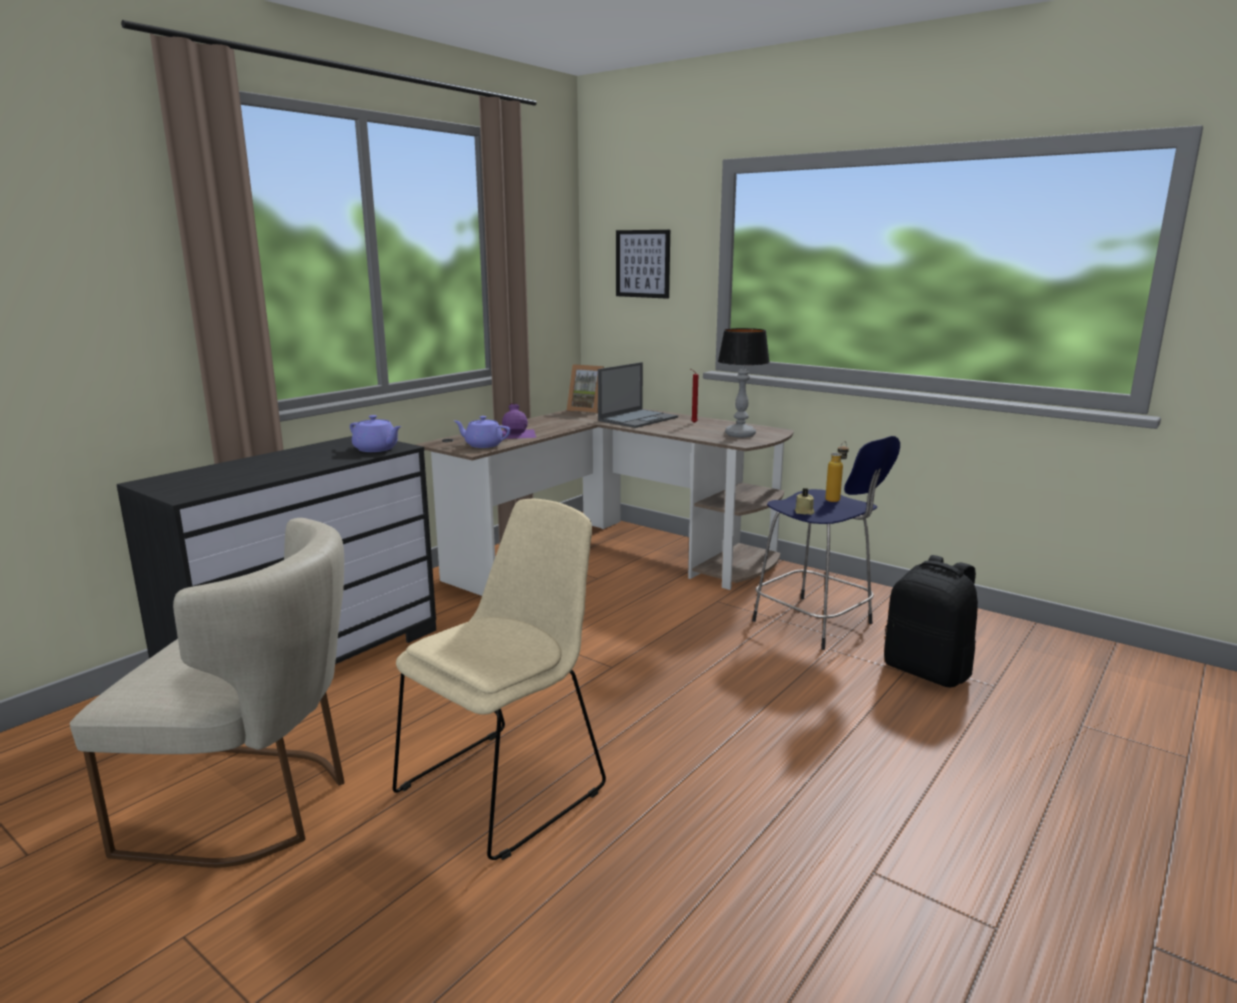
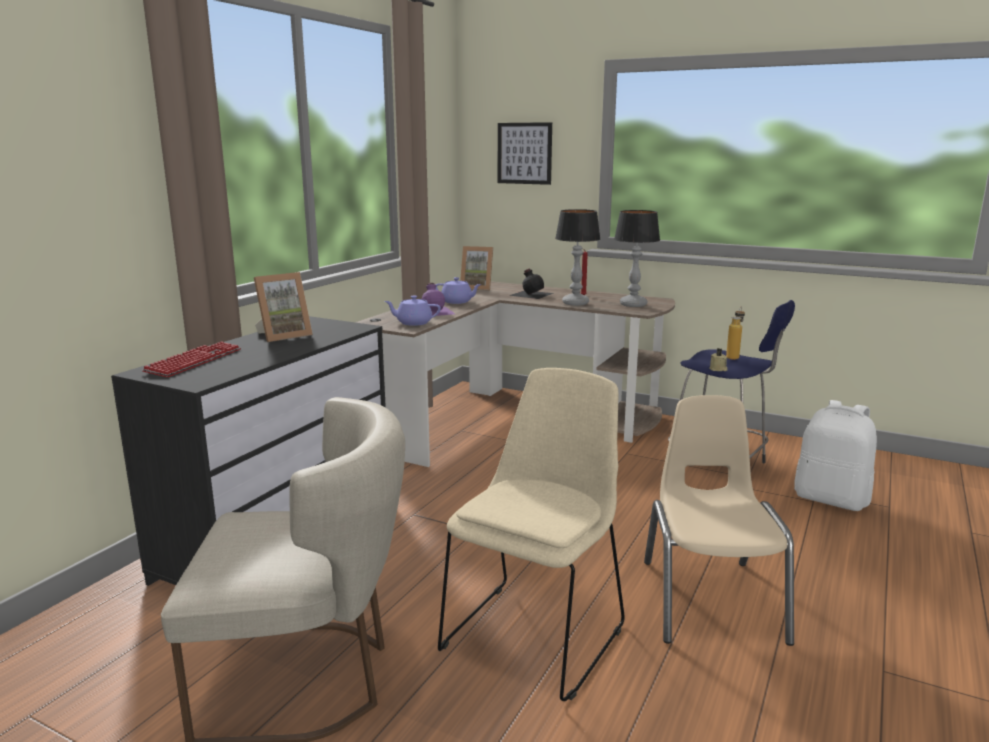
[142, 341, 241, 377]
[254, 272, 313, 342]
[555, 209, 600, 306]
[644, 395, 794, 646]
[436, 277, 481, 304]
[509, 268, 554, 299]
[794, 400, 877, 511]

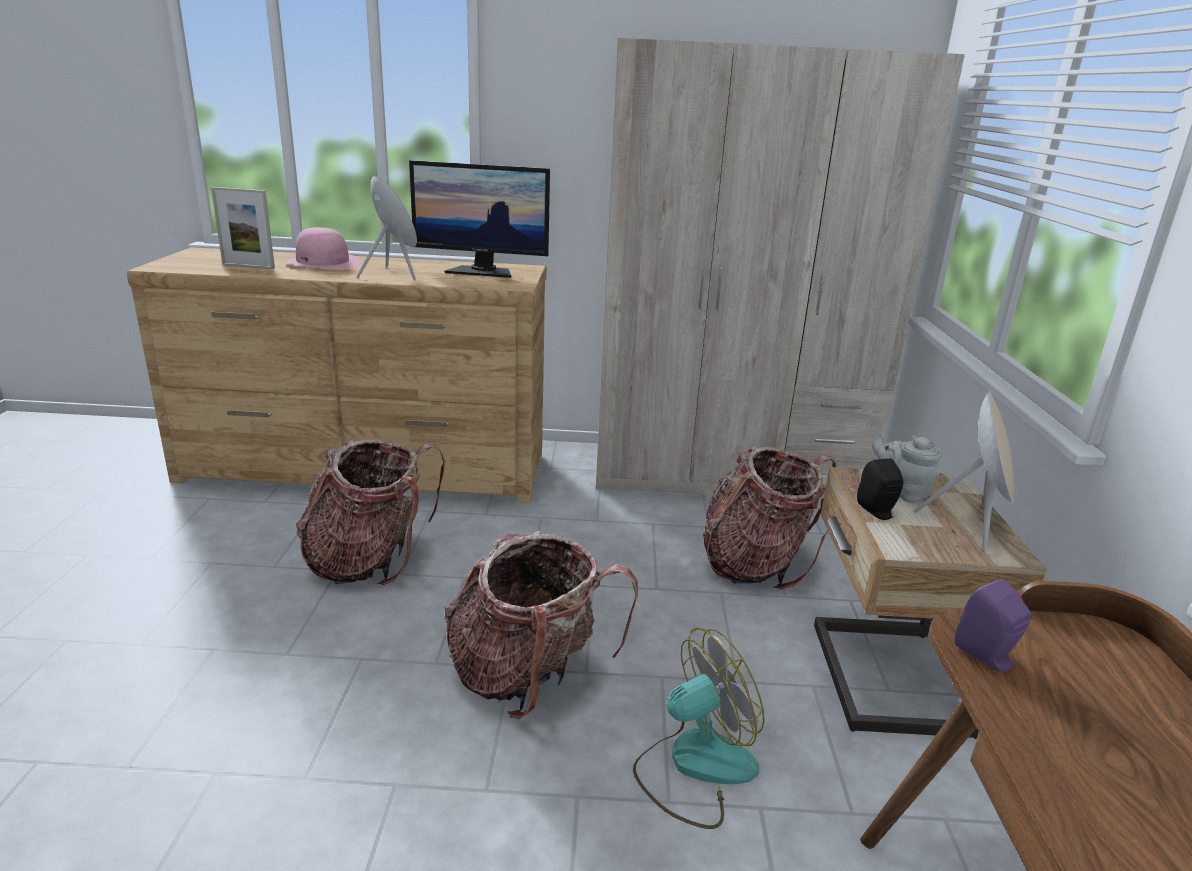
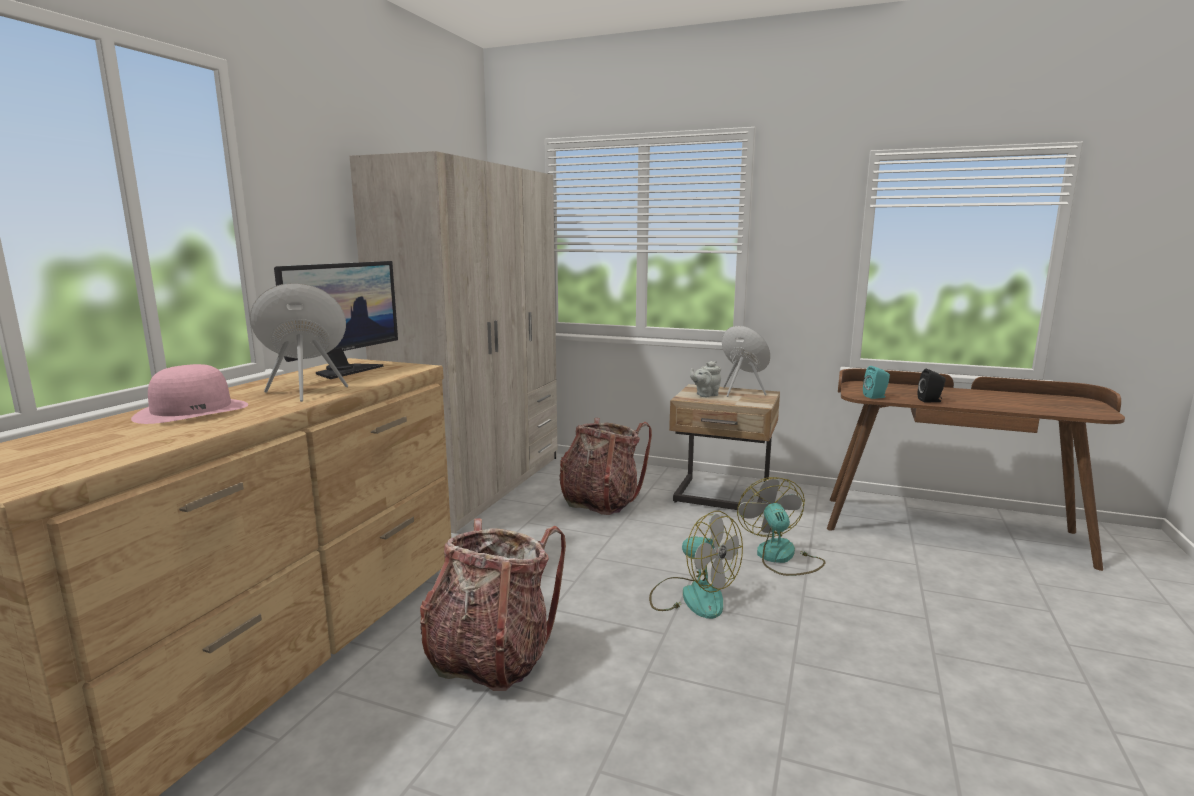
[211, 187, 275, 269] (first image)
[918, 369, 946, 402]
[649, 511, 743, 619]
[863, 366, 890, 399]

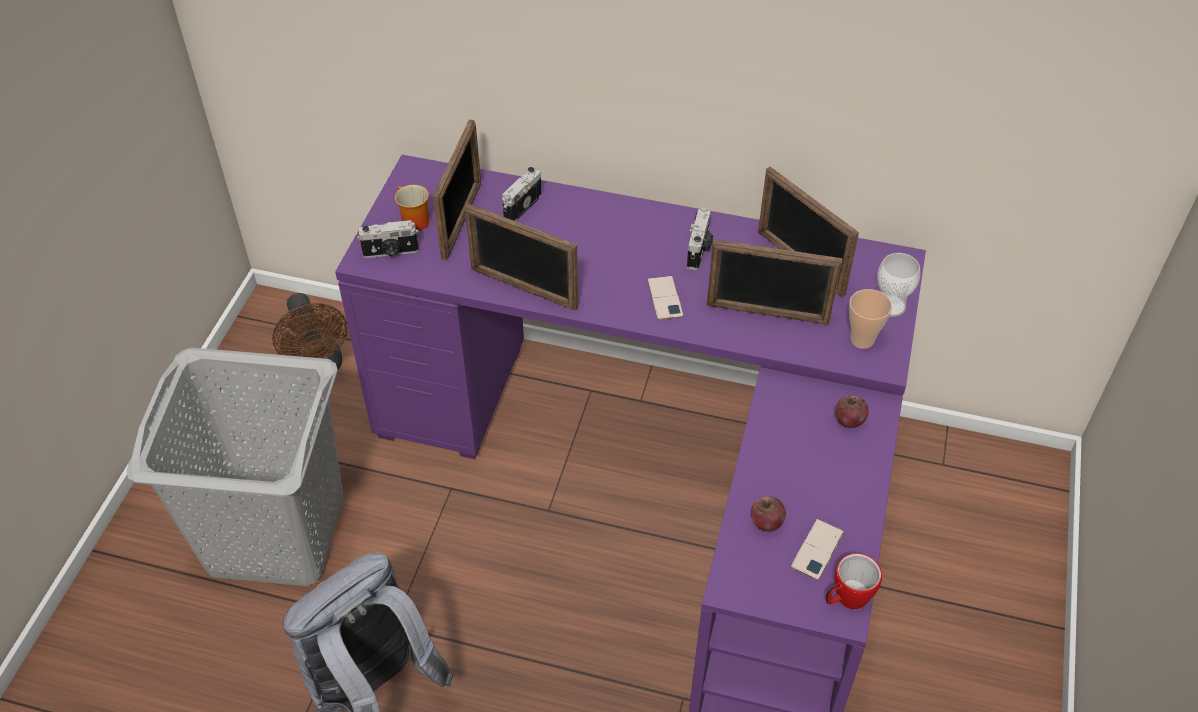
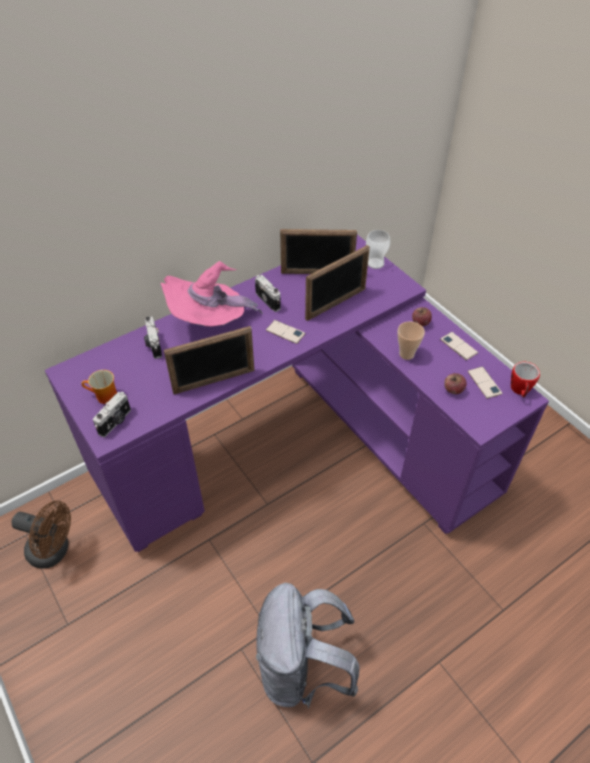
[127, 348, 344, 586] (first image)
[433, 119, 481, 260] (first image)
[160, 261, 263, 326]
[440, 332, 478, 360]
[397, 322, 425, 360]

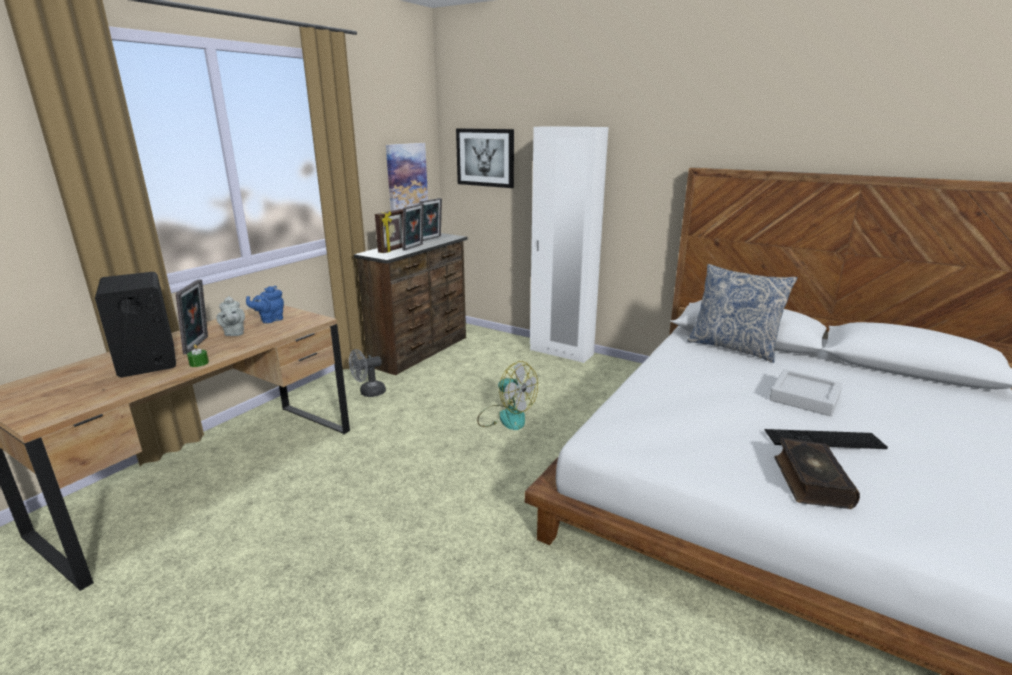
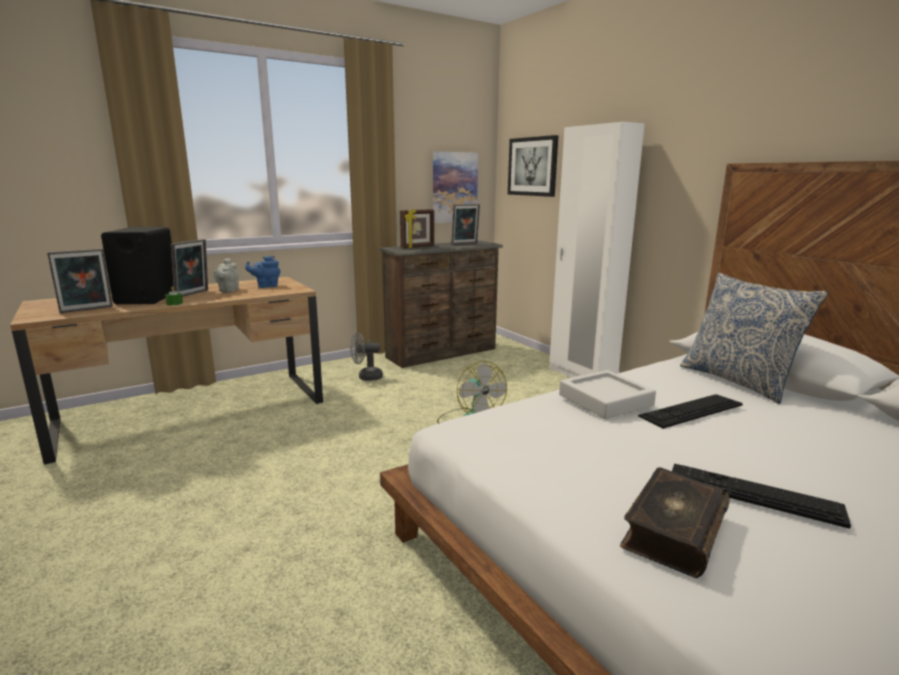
[638, 394, 743, 429]
[47, 249, 113, 313]
[559, 370, 656, 419]

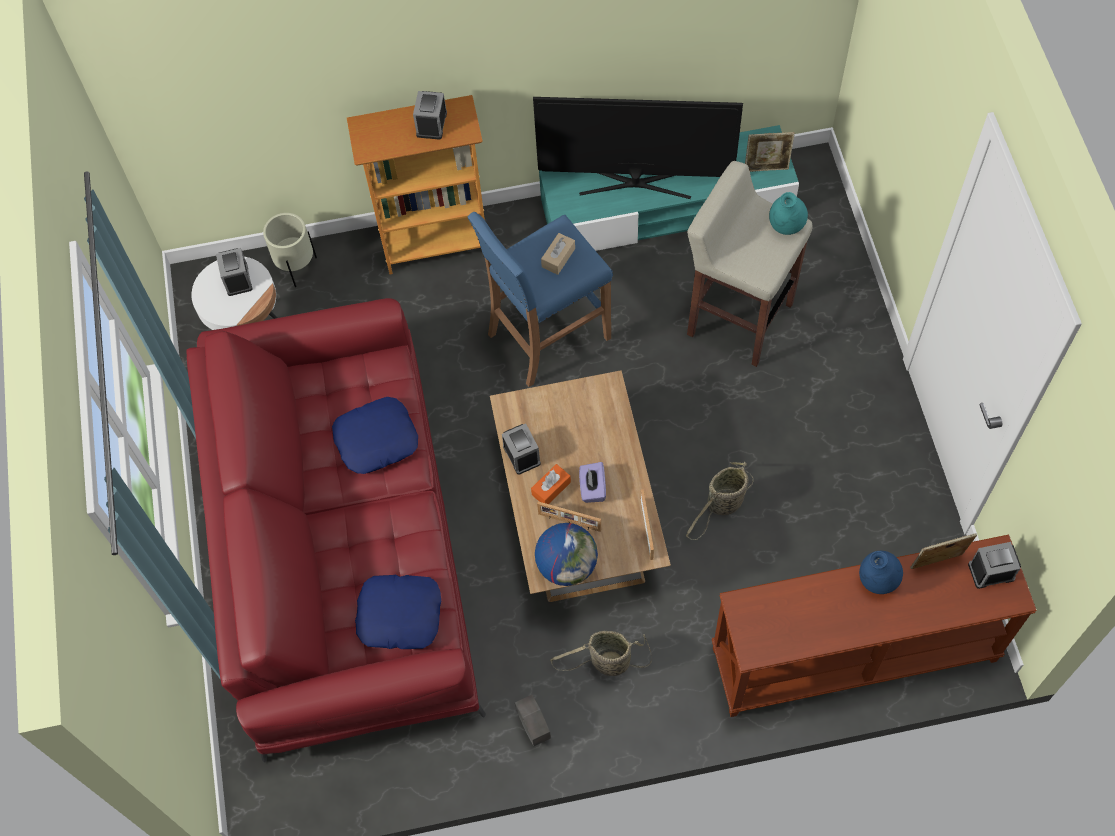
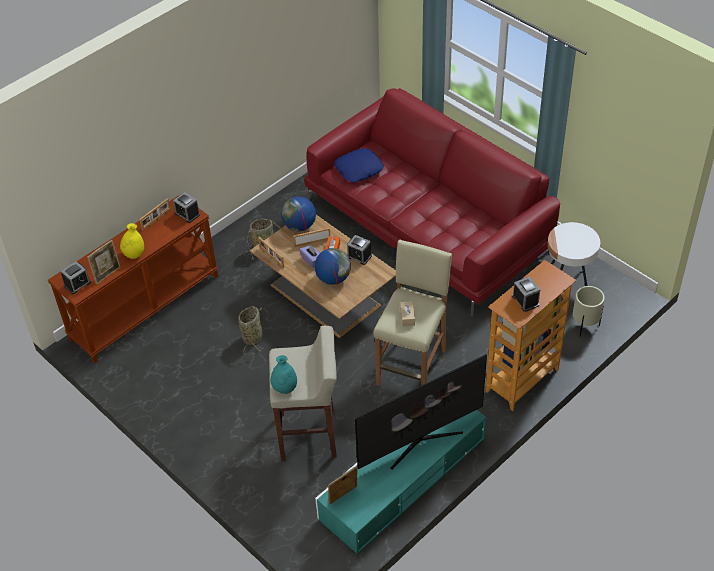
[332, 397, 418, 474] (first image)
[515, 695, 551, 746] (first image)
[139, 198, 171, 231]
[314, 248, 351, 285]
[173, 192, 200, 223]
[373, 240, 452, 386]
[120, 223, 144, 259]

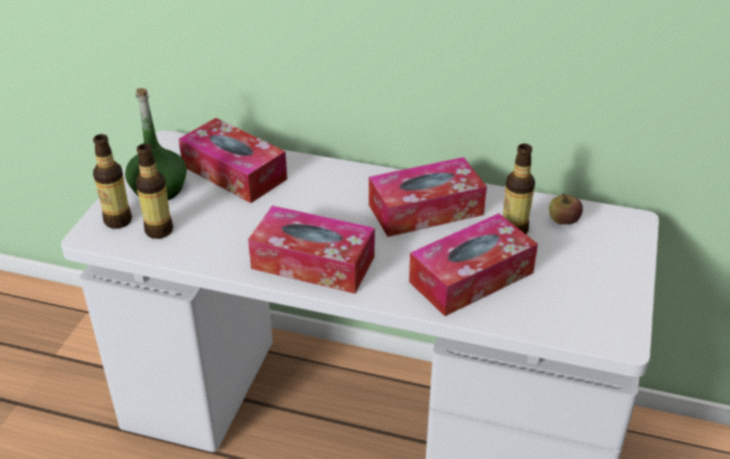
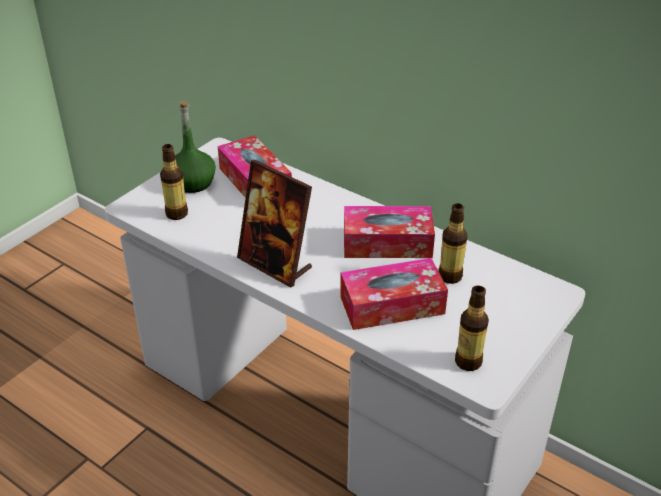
[549, 193, 583, 225] (first image)
[455, 286, 489, 371]
[237, 160, 312, 288]

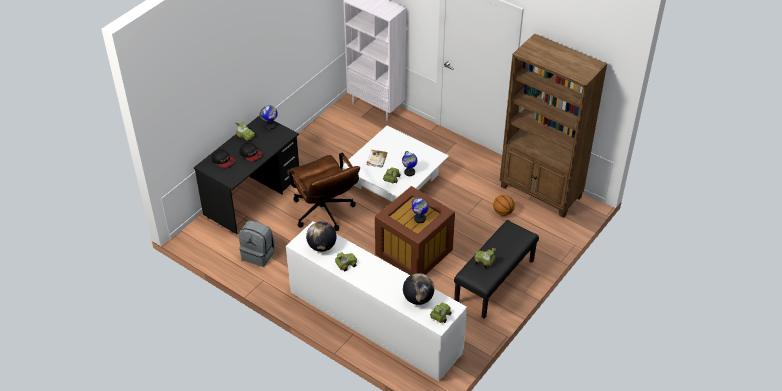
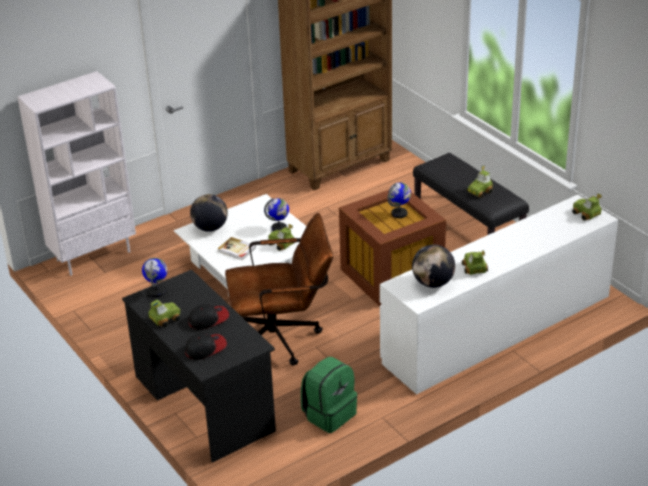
[493, 195, 515, 216] (first image)
[190, 194, 228, 232]
[301, 357, 357, 433]

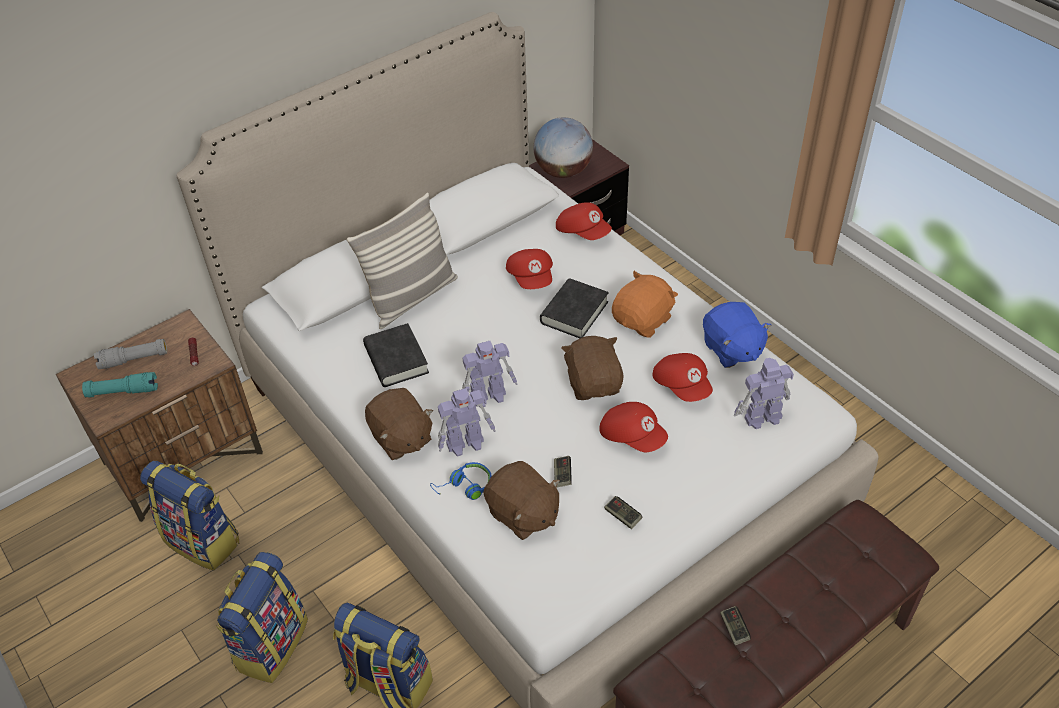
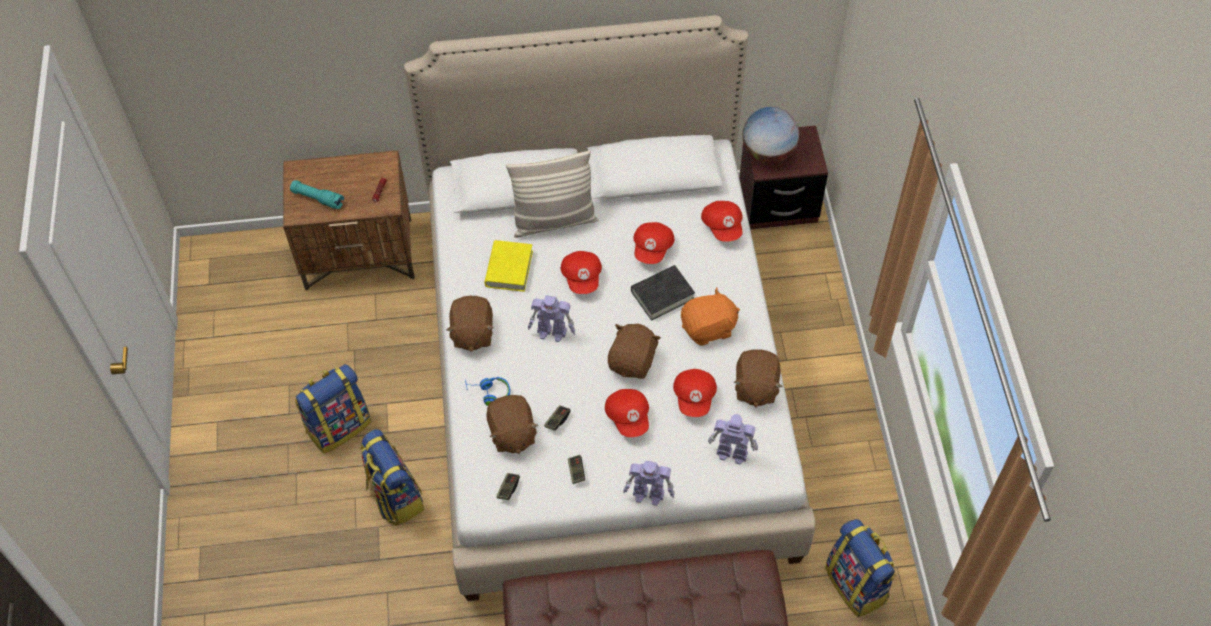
[94, 339, 167, 369] (first image)
[561, 251, 602, 294]
[825, 519, 897, 618]
[623, 461, 675, 506]
[497, 473, 520, 500]
[485, 240, 533, 292]
[734, 349, 783, 407]

